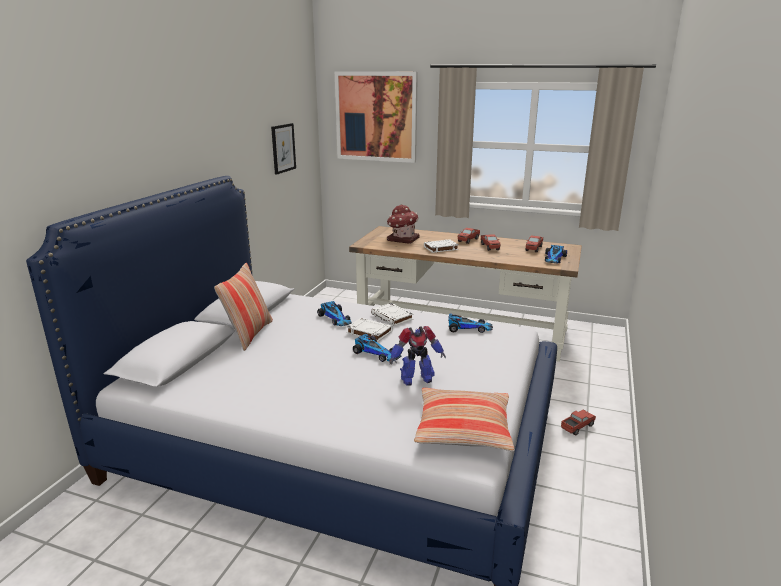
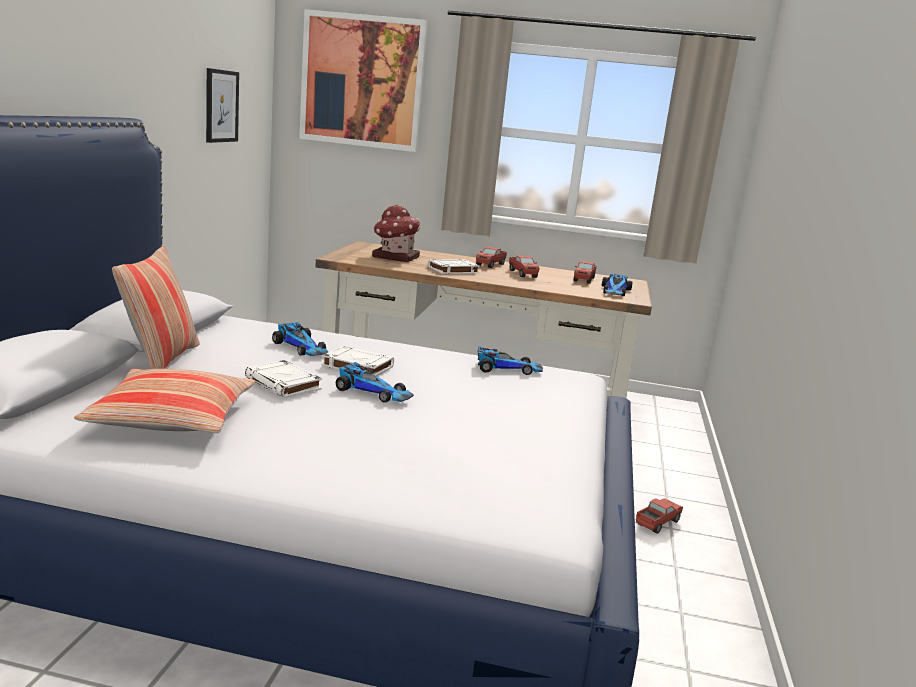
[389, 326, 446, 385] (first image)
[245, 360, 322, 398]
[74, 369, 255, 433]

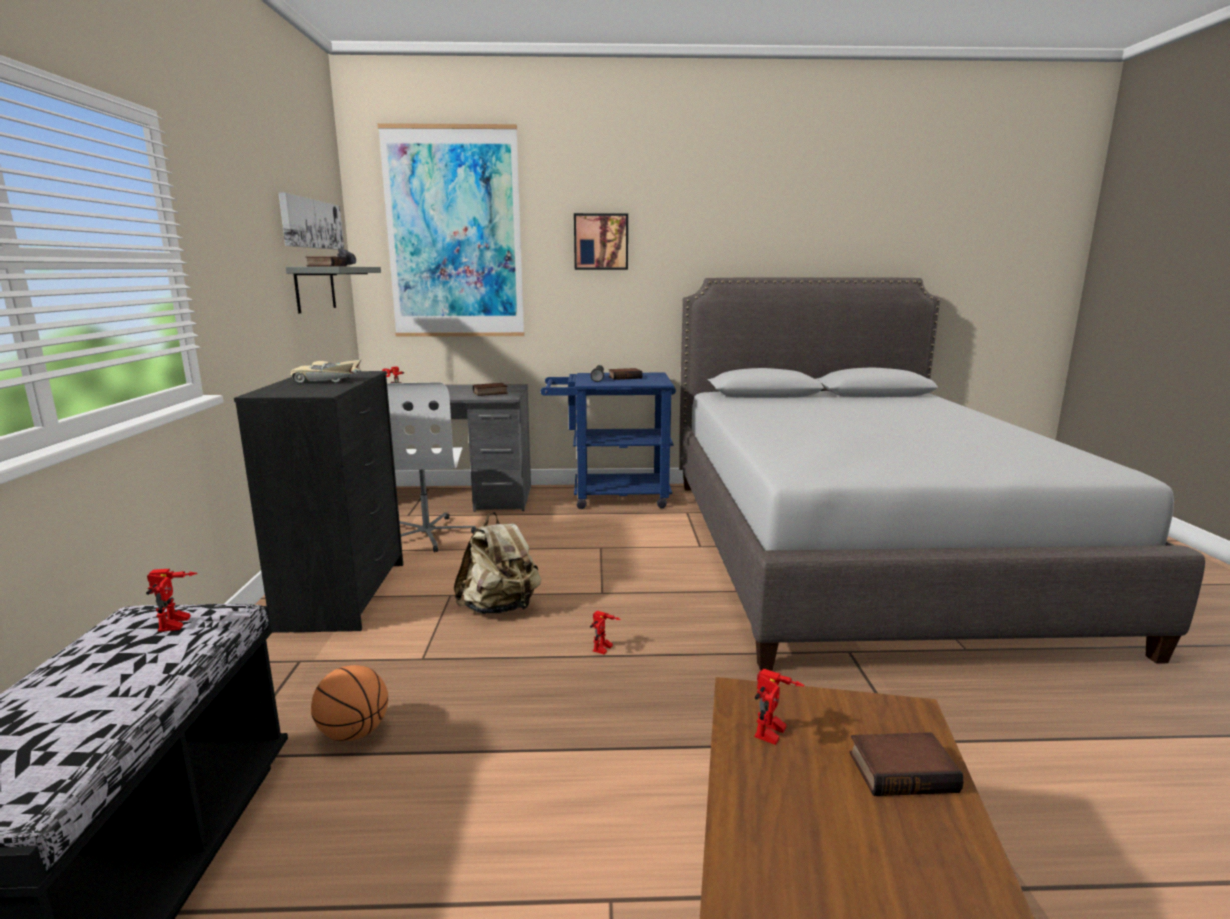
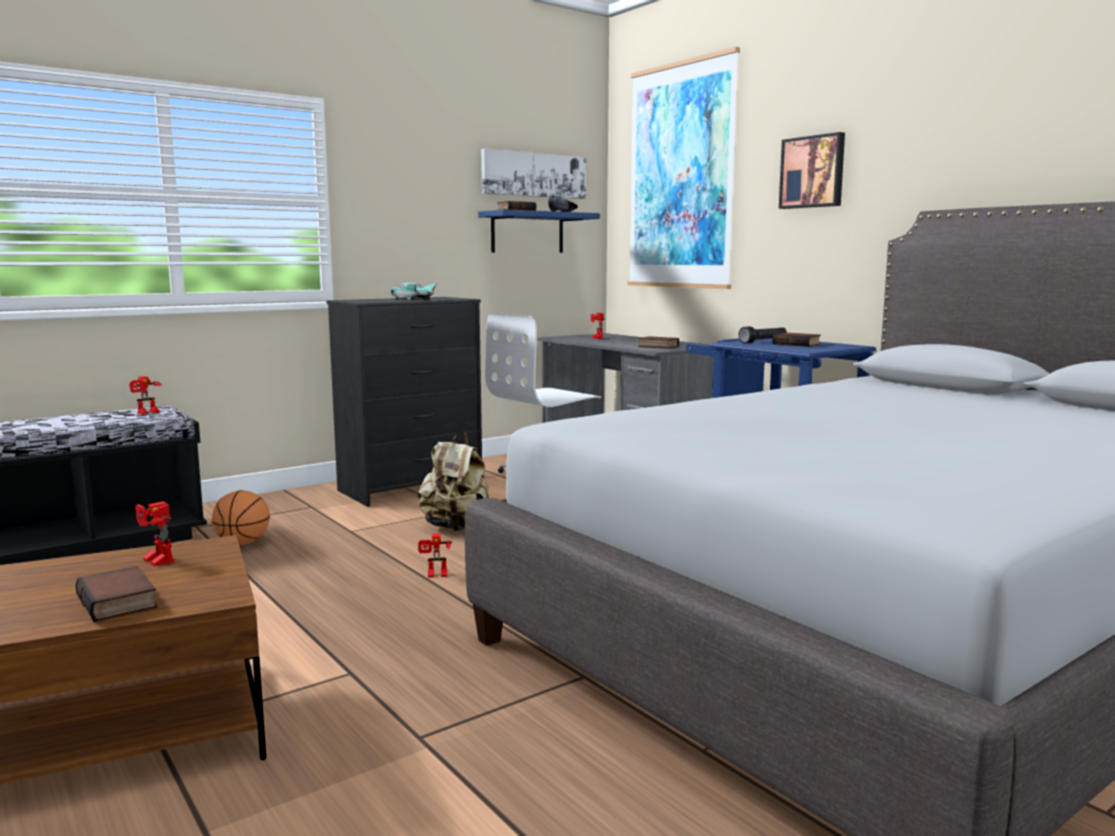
[478, 209, 600, 253]
[391, 283, 437, 300]
[135, 501, 174, 566]

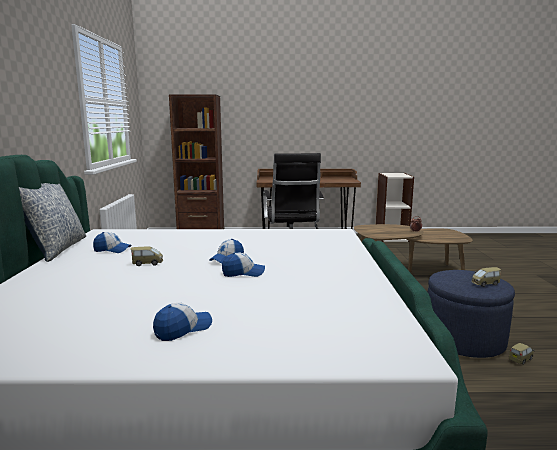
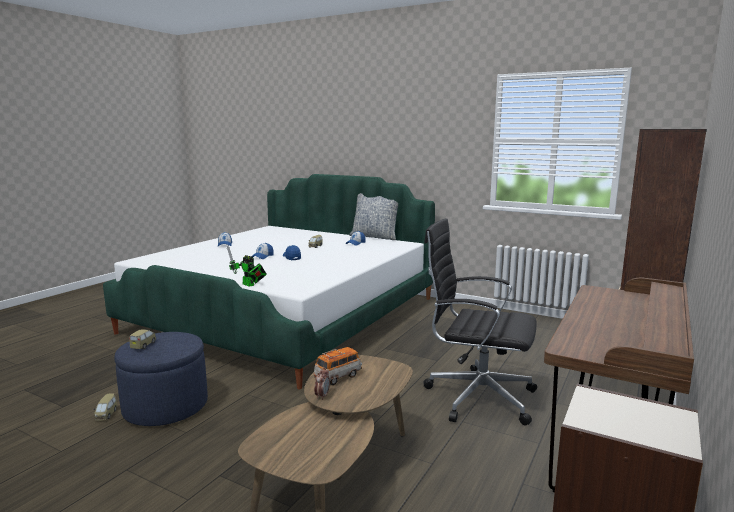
[227, 245, 267, 287]
[313, 347, 362, 385]

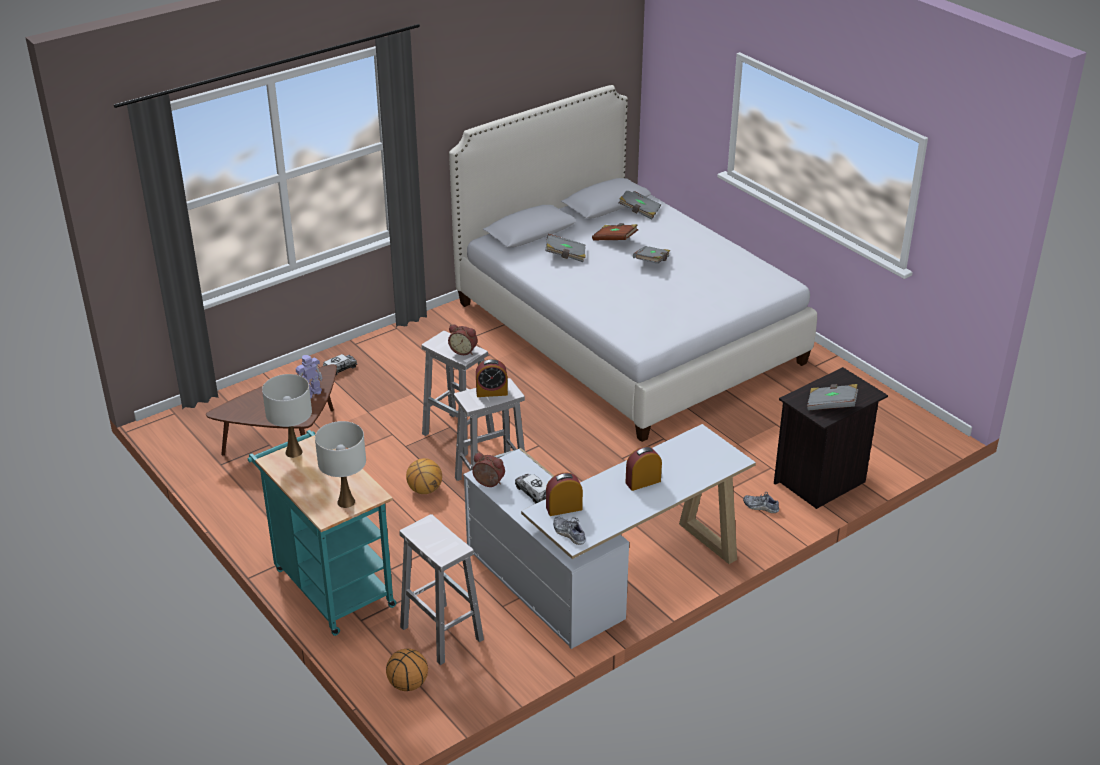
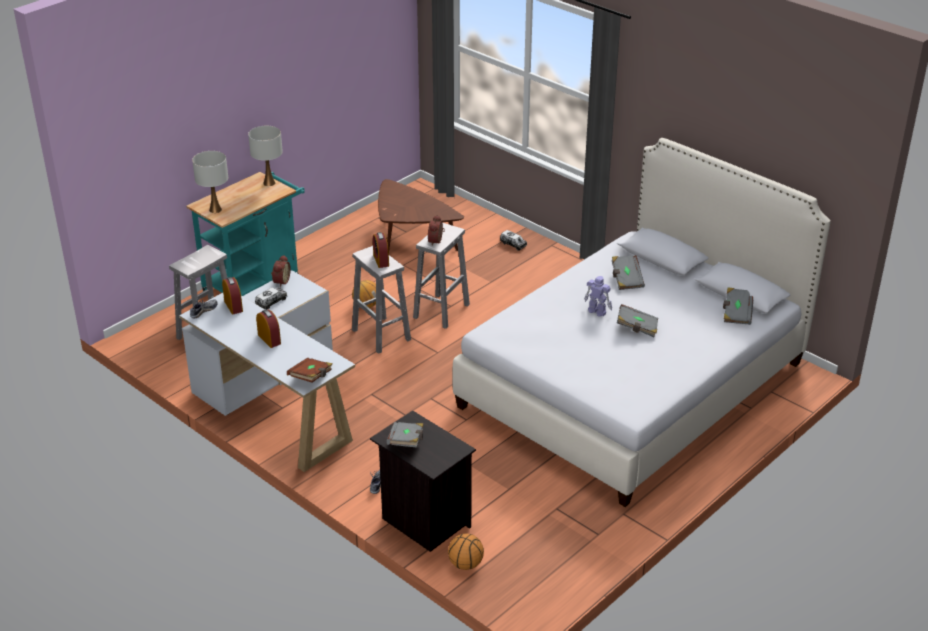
[584, 276, 612, 317]
[448, 533, 484, 570]
[287, 358, 332, 383]

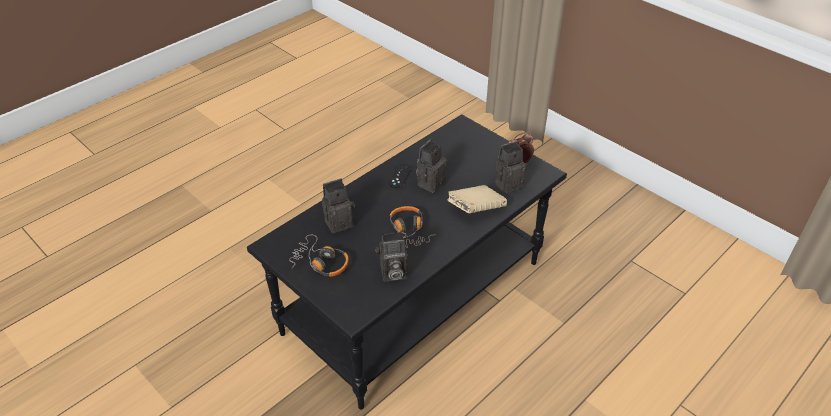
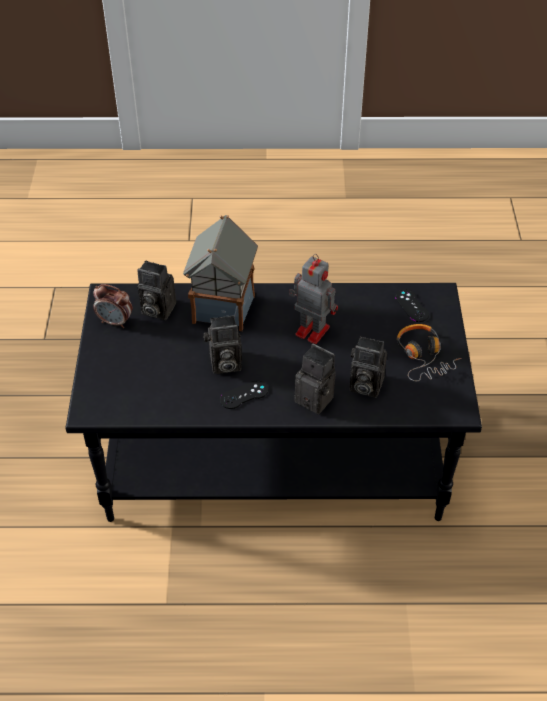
[395, 289, 429, 322]
[294, 344, 336, 414]
[289, 254, 338, 344]
[183, 215, 258, 331]

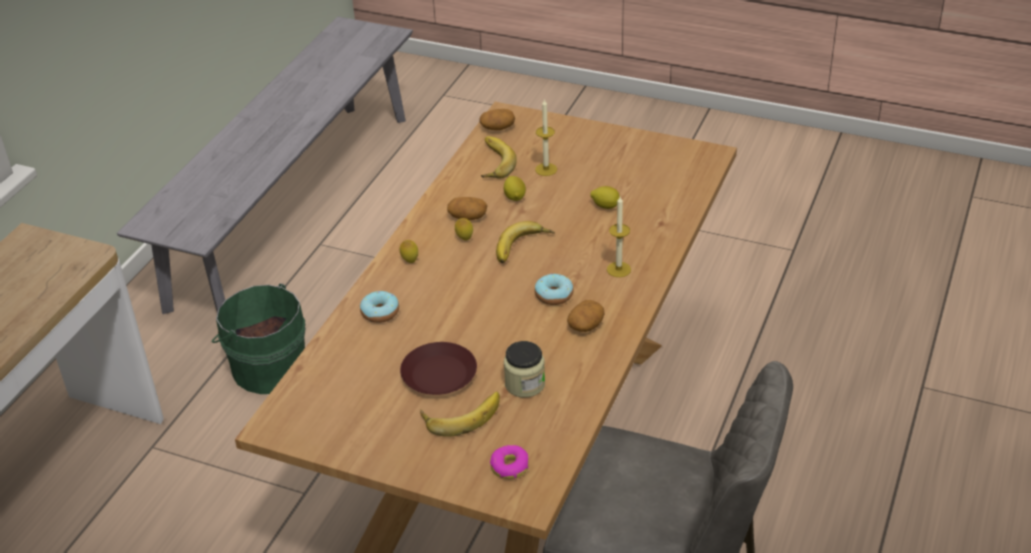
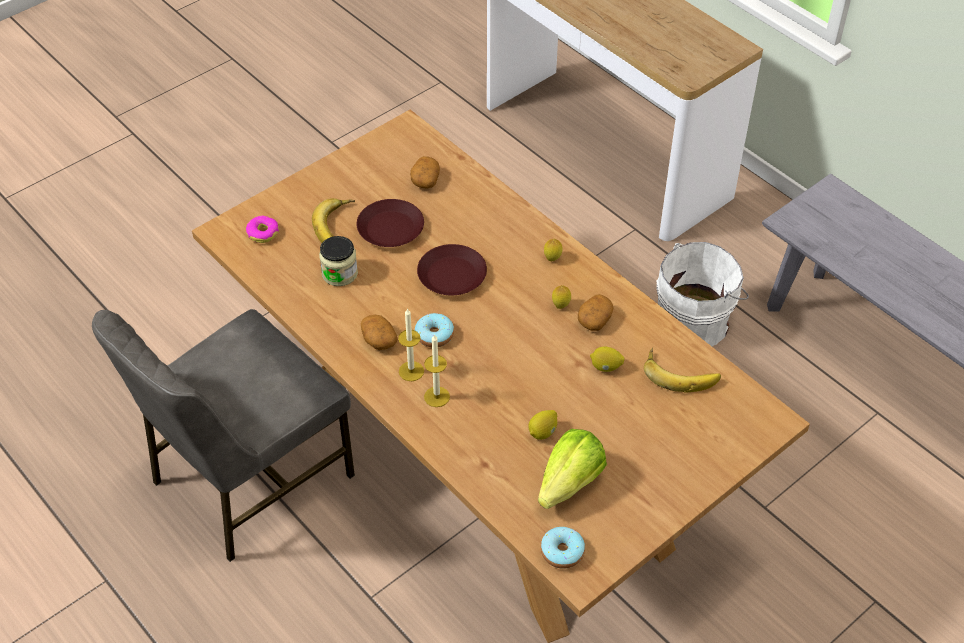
[496, 221, 555, 263] (first image)
[417, 244, 487, 295]
[538, 429, 607, 509]
[541, 527, 585, 569]
[410, 156, 440, 189]
[398, 308, 424, 381]
[656, 242, 749, 346]

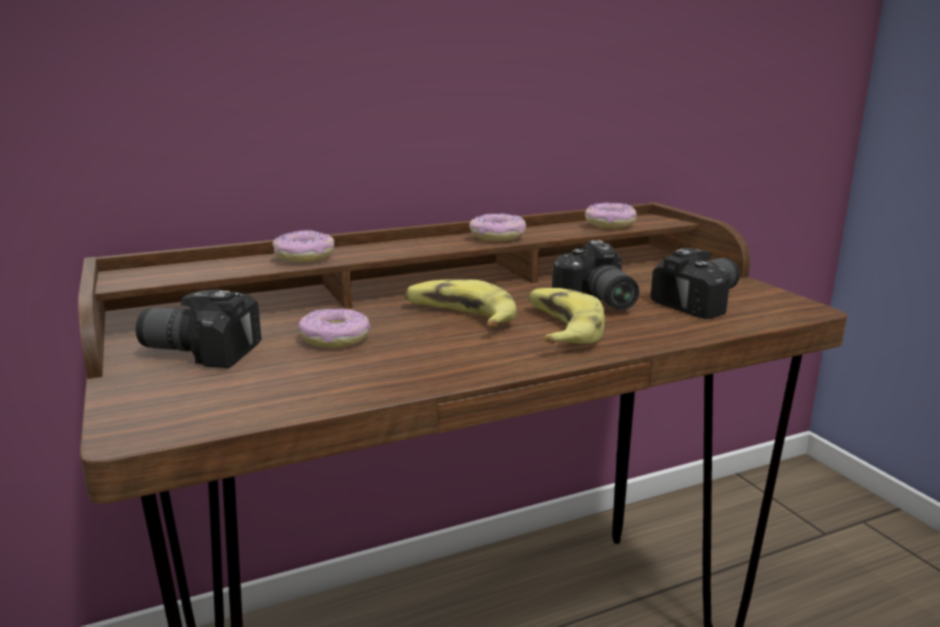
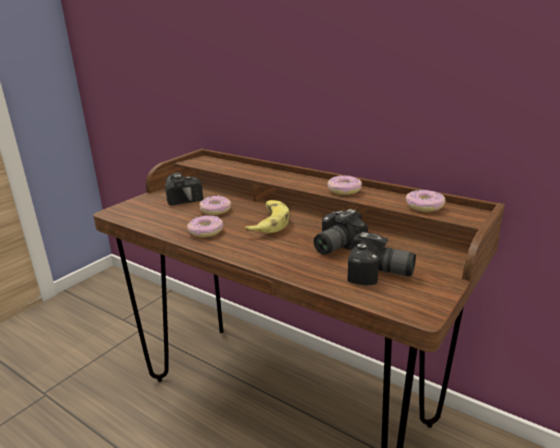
[528, 288, 605, 344] (first image)
[187, 215, 223, 238]

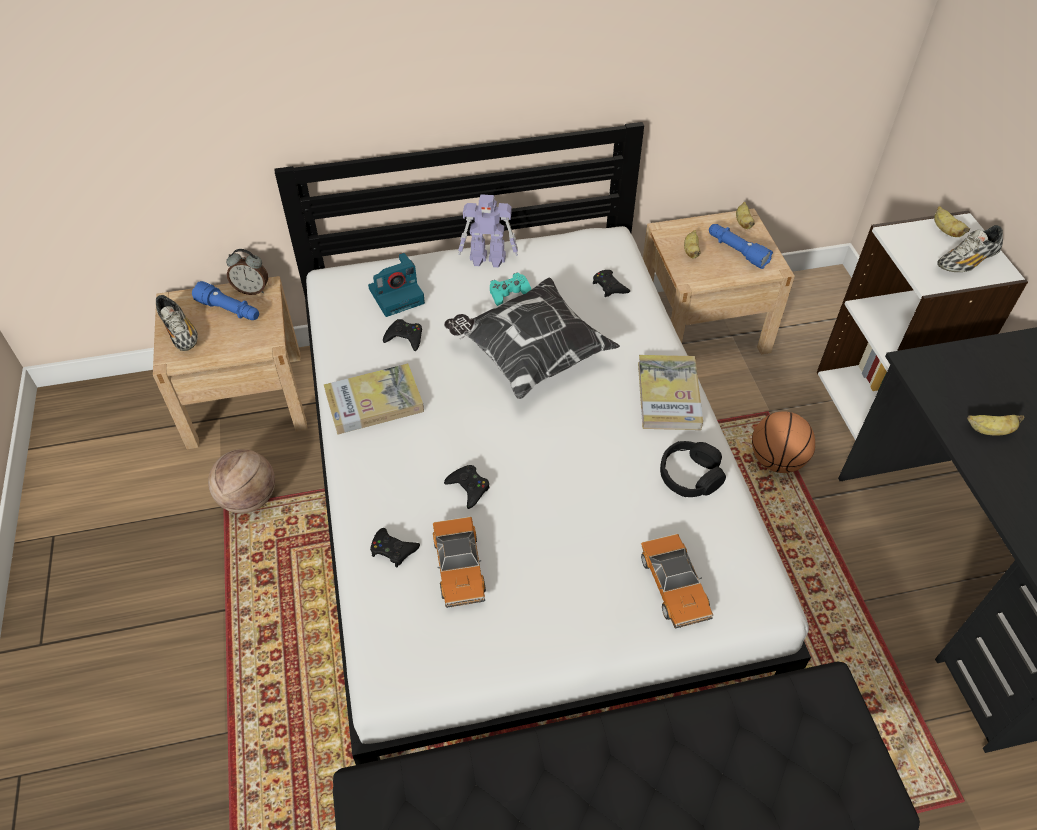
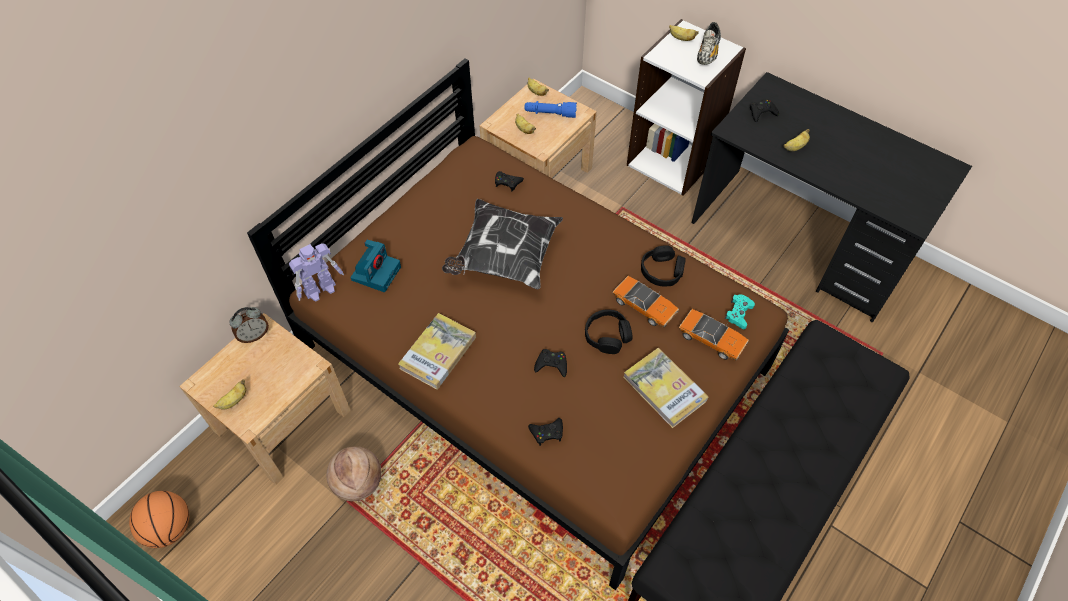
[192, 281, 259, 320] (first image)
[585, 310, 632, 354]
[750, 99, 779, 122]
[613, 276, 679, 328]
[289, 243, 344, 302]
[725, 294, 755, 329]
[623, 348, 708, 428]
[129, 491, 189, 548]
[213, 379, 246, 410]
[247, 59, 789, 590]

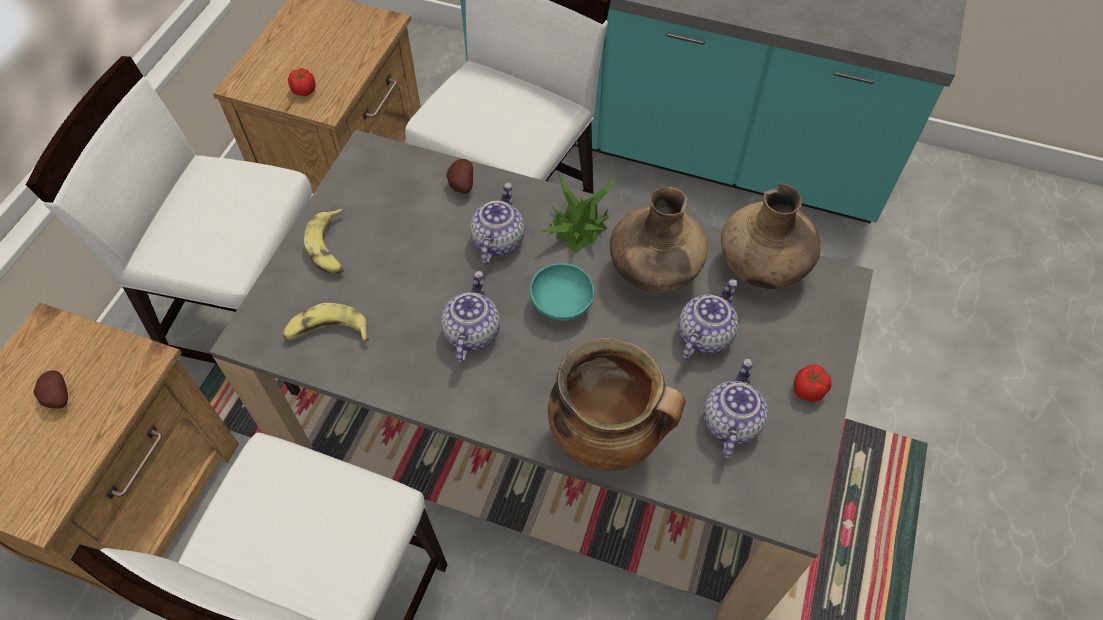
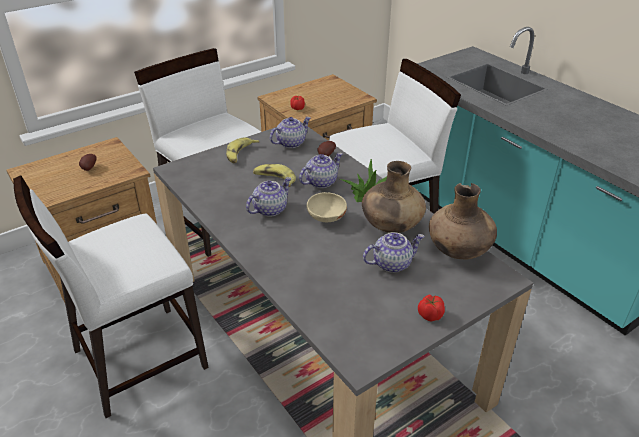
[548, 338, 686, 471] (first image)
[253, 164, 296, 187]
[270, 117, 311, 148]
[307, 192, 347, 222]

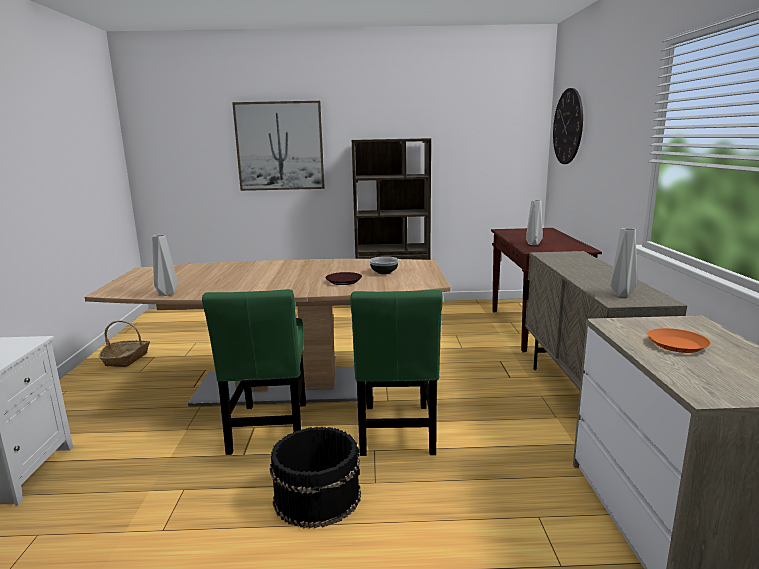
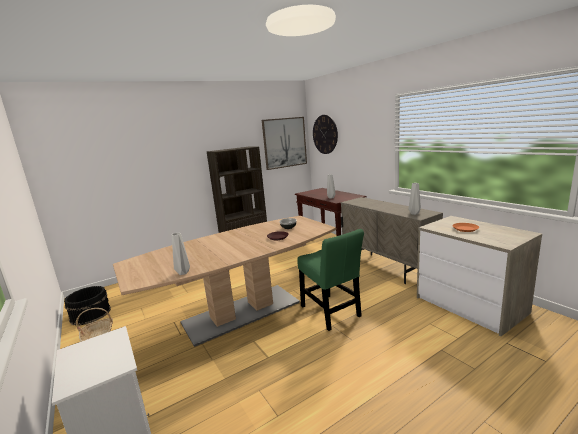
[202, 289, 306, 455] (first image)
[262, 117, 307, 170]
[64, 286, 111, 326]

